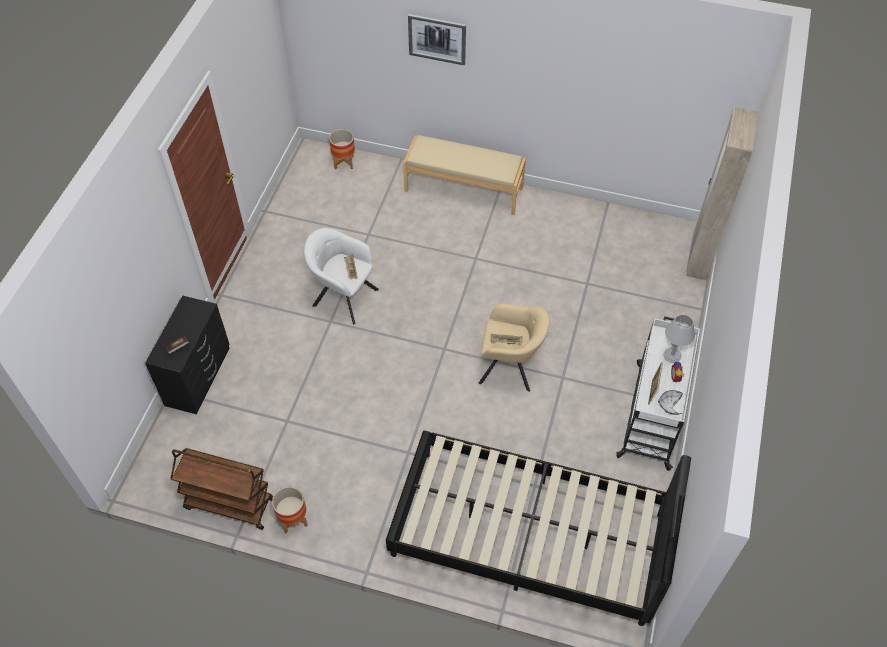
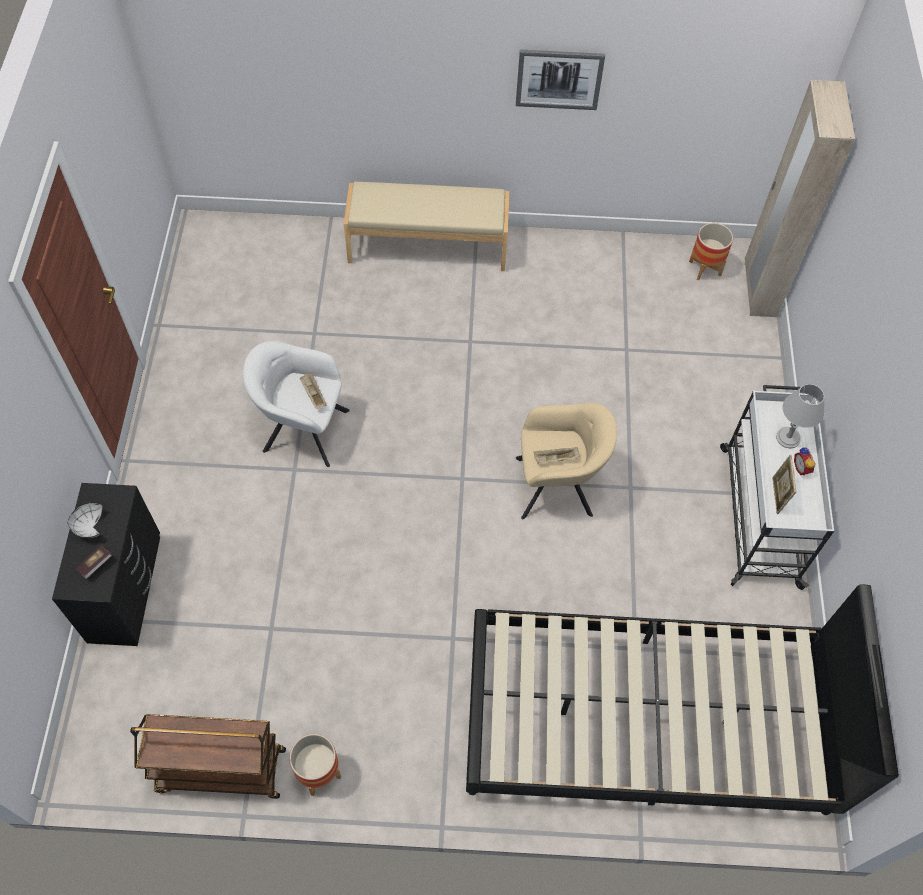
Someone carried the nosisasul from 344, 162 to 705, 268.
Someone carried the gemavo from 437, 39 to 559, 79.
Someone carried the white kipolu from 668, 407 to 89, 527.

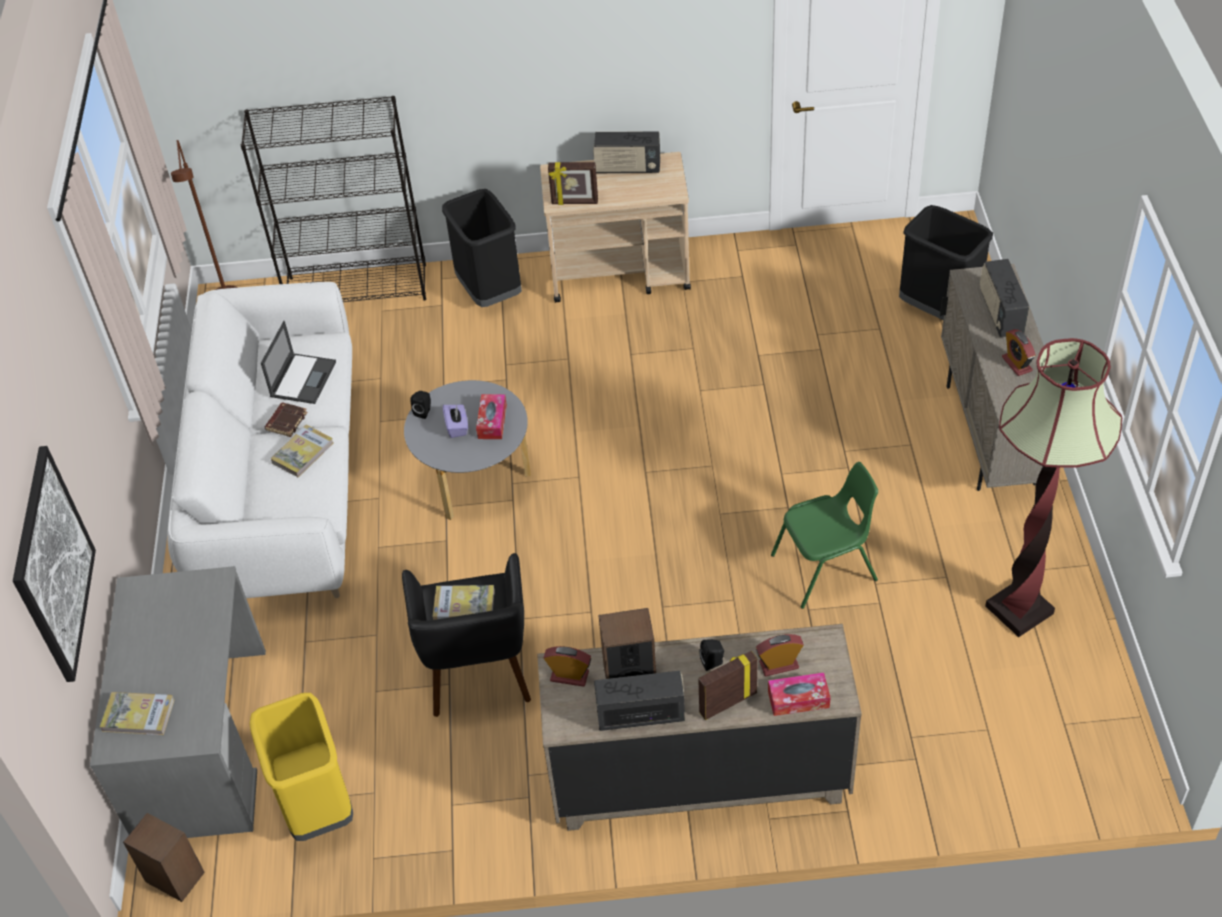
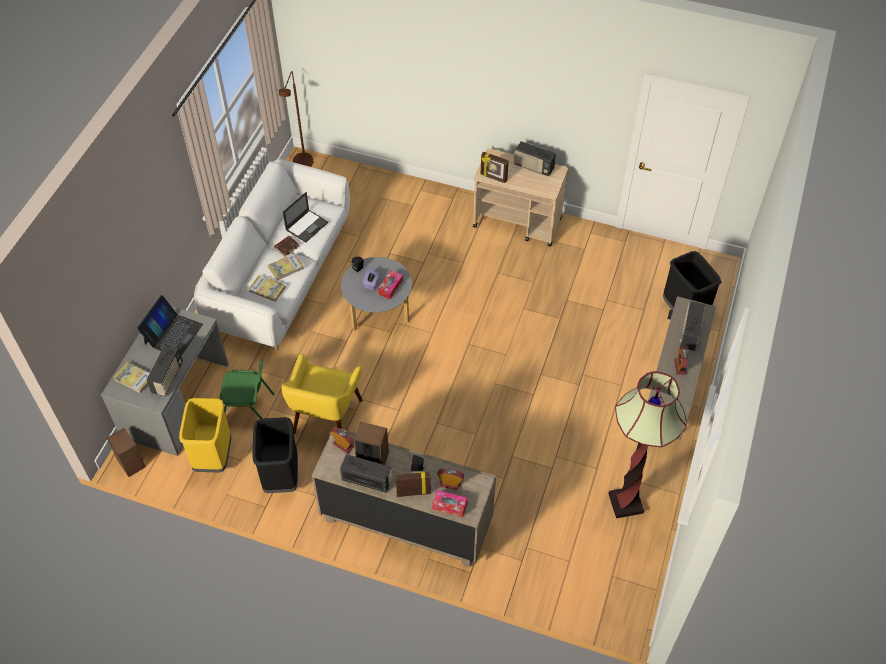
Someone took away the gemavo at 52, 564.
Someone took away the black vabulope at 358, 288.
Someone repainted the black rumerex at 477, 669, which became the yellow rumerex at 326, 417.
Someone carried the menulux from 464, 605 to 267, 289.
Someone carried the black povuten from 489, 292 to 281, 476.
Someone carried the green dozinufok from 826, 568 to 248, 409.
Someone put down the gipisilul at 173, 334.
Someone put down the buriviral at 168, 378.

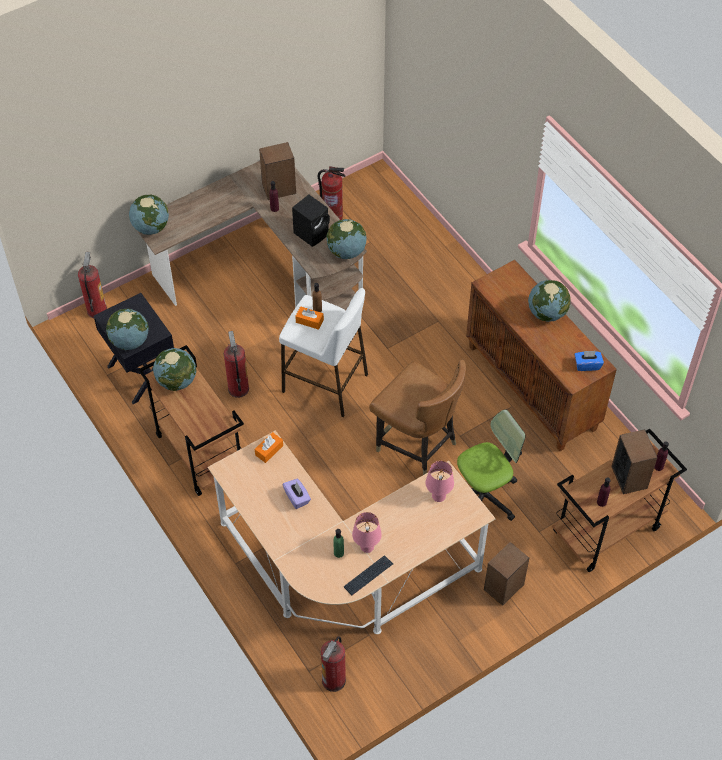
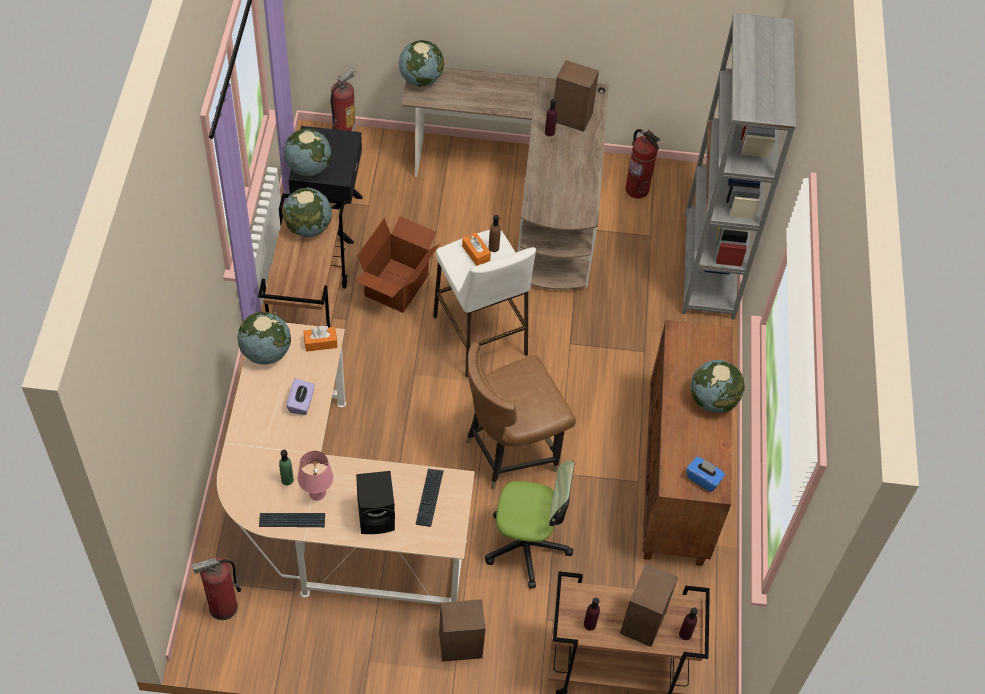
Someone swapped the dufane at 238, 388 for the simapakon at 397, 286.
Someone carried the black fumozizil from 312, 233 to 377, 516.
Someone carried the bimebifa from 346, 252 to 266, 353.
Someone rotated the brown dozinufok at 417, 445 by 75 degrees clockwise.
Someone swapped the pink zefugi at 438, 497 for the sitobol at 429, 498.
Someone put down the grey vabulope at 709, 266.

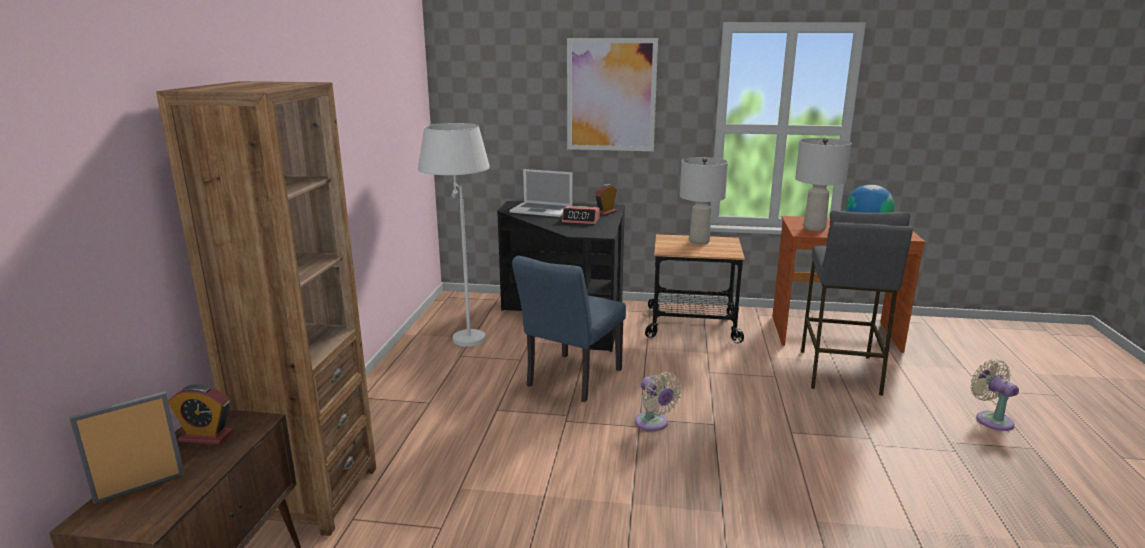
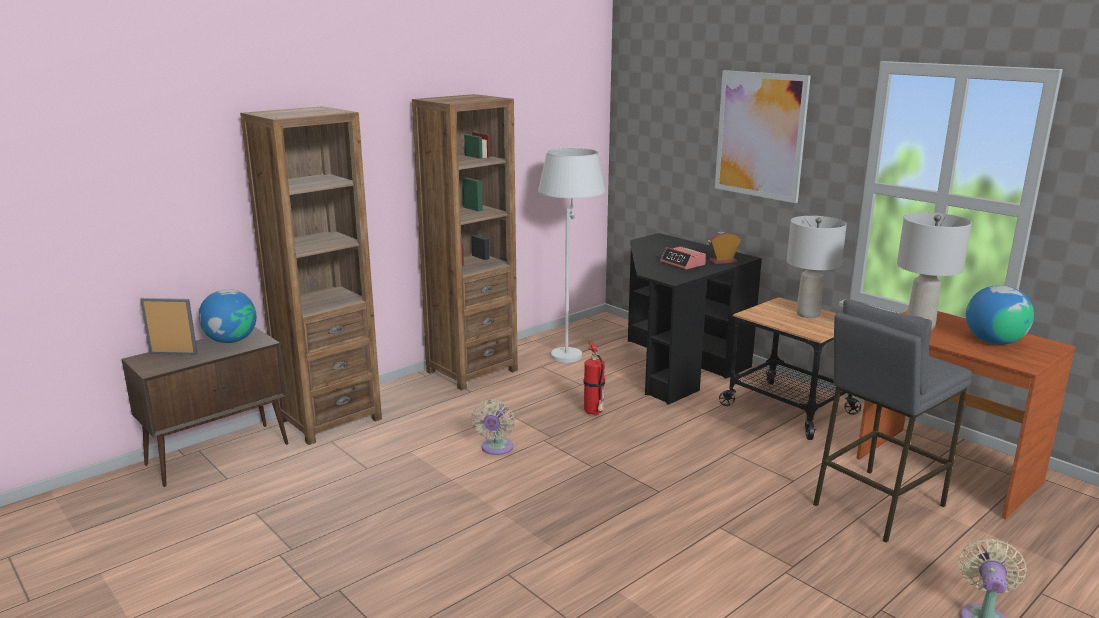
Someone swapped the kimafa at 206, 436 for the bimebifa at 231, 340.
Someone took away the gipisilul at 541, 209.
Someone swapped the blue dozinufok at 570, 380 for the dufane at 594, 413.
Someone carried the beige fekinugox from 653, 424 to 496, 449.
Someone put down the brown vabulope at 471, 371.

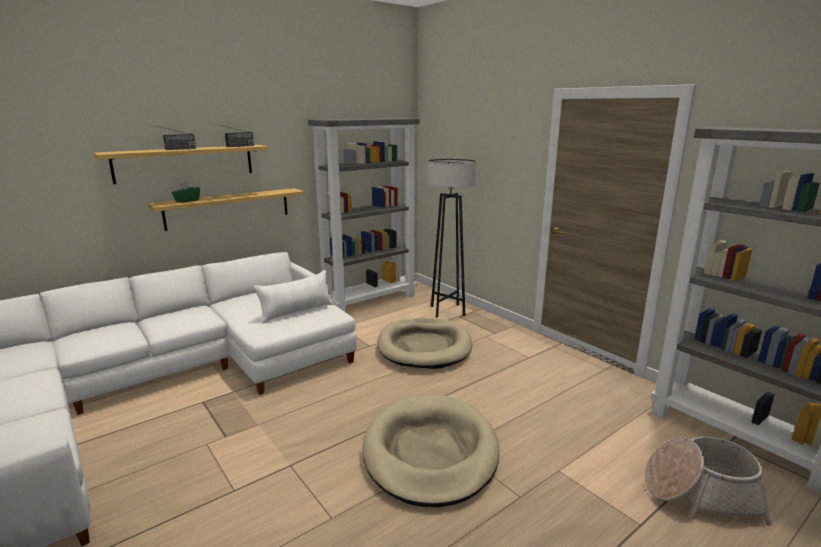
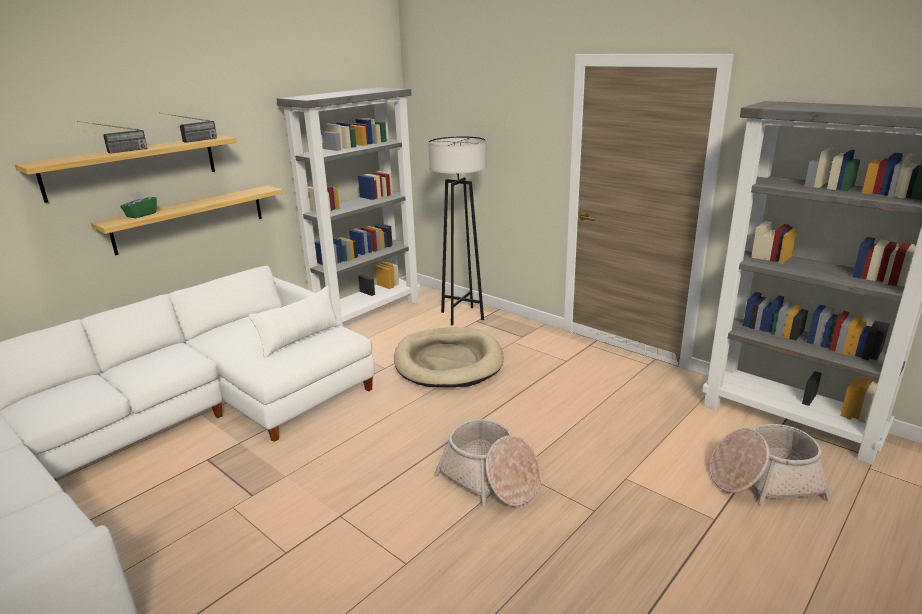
Someone swapped the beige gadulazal at 430, 453 for the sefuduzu at 490, 479.

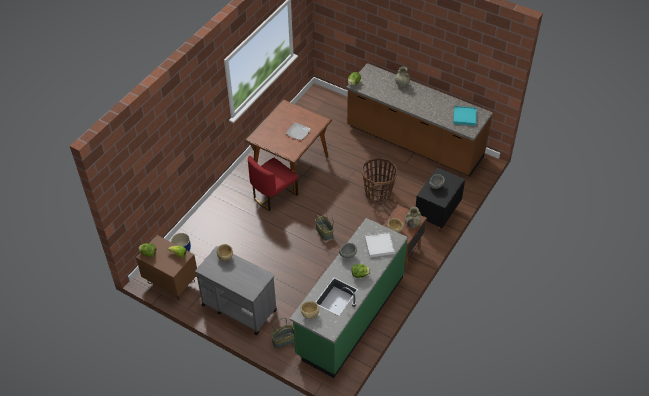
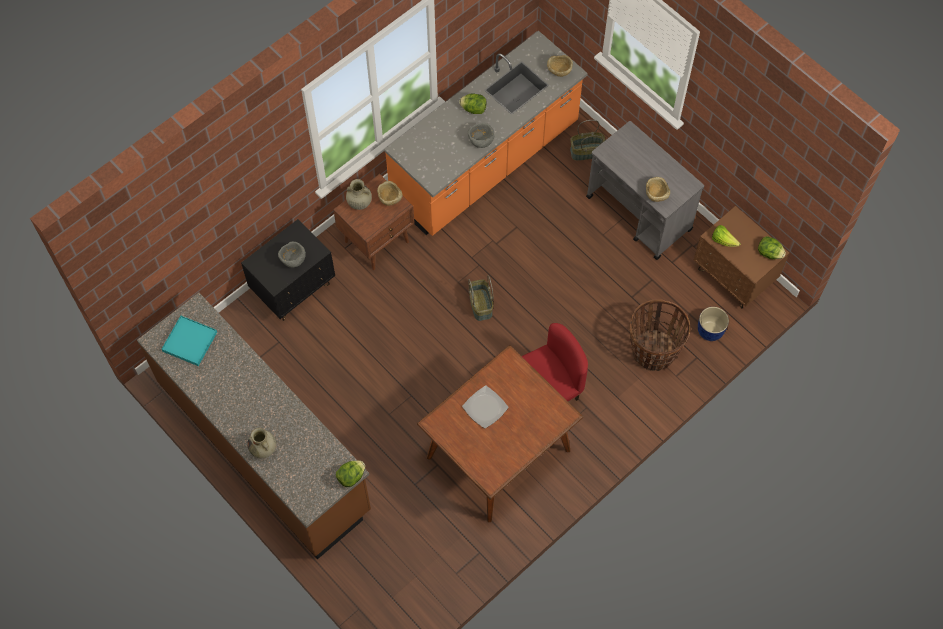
Someone repainted the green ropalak at 350, 315, which became the orange ropalak at 486, 164.
Someone carried the sefuduzu from 378, 193 to 653, 351.
Someone took away the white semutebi at 379, 245.

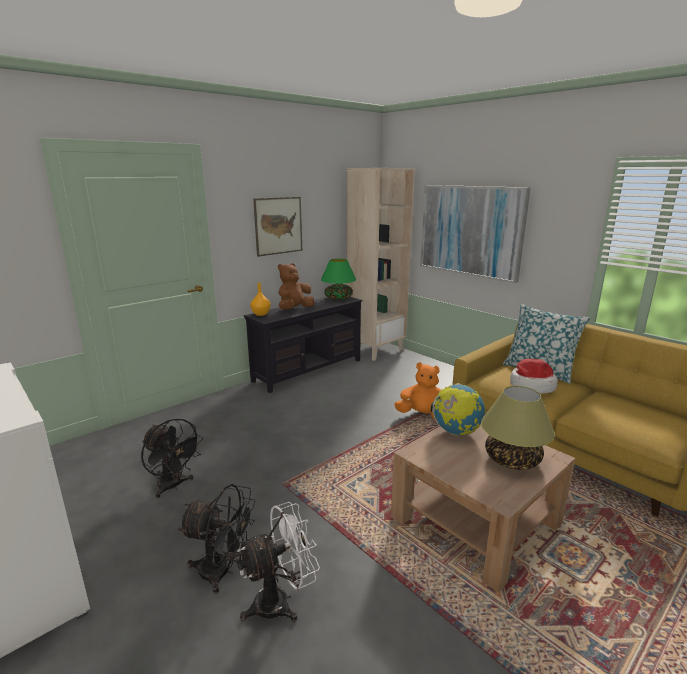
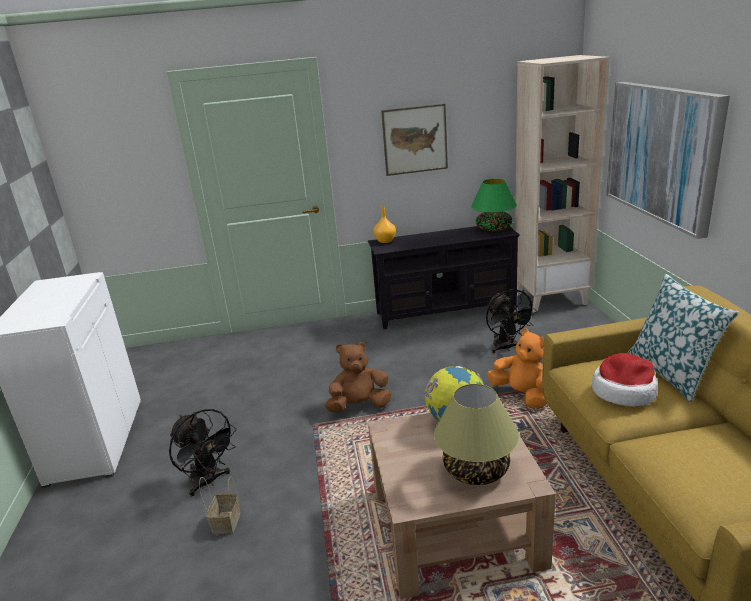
Someone carried the black fekinugox from 173, 486 to 506, 348.
Someone swapped the white fekinugox at 281, 601 for the sefuduzu at 226, 521.
Someone carried the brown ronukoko from 294, 309 to 359, 406.

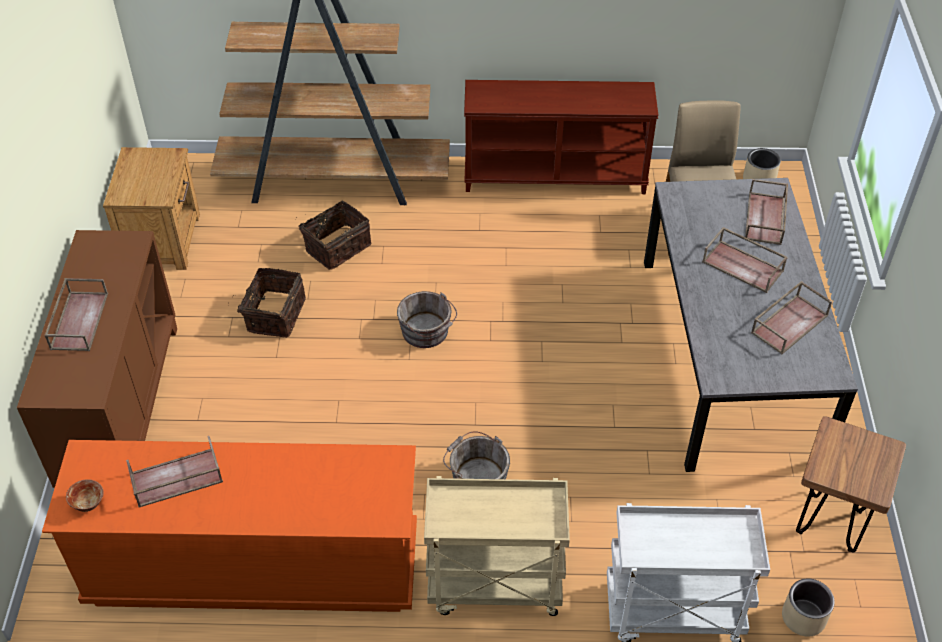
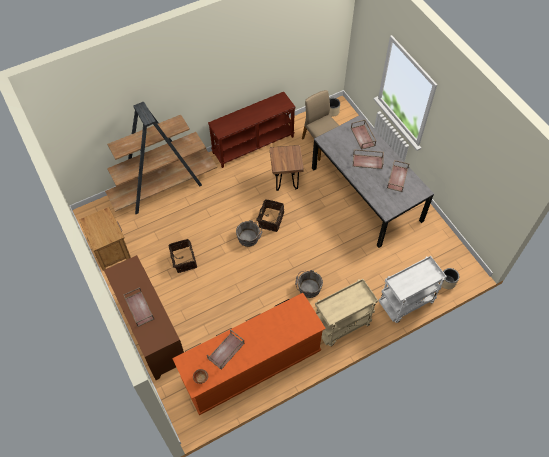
Someone carried the sefuduzu from 336, 247 to 270, 219.
Someone carried the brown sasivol from 830, 522 to 285, 182.

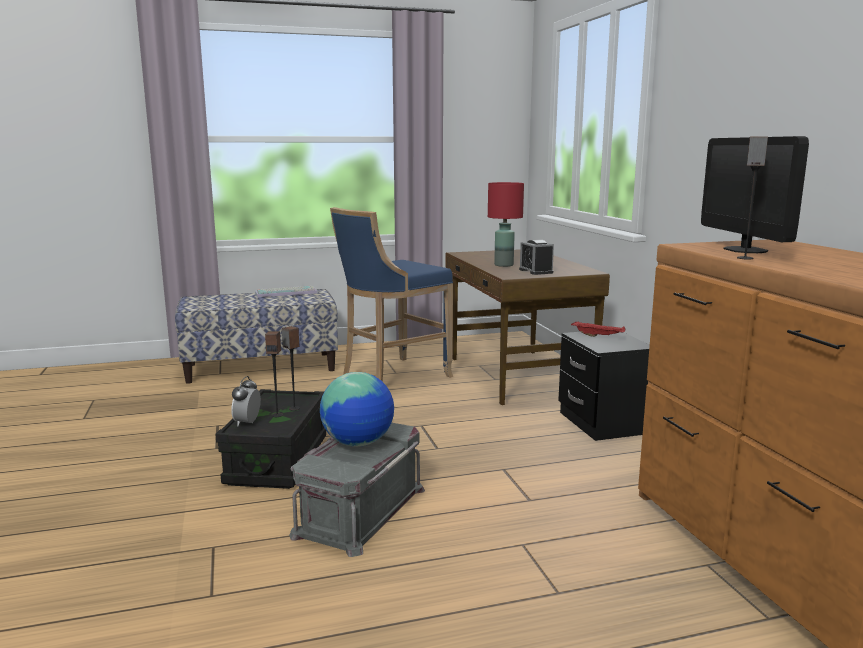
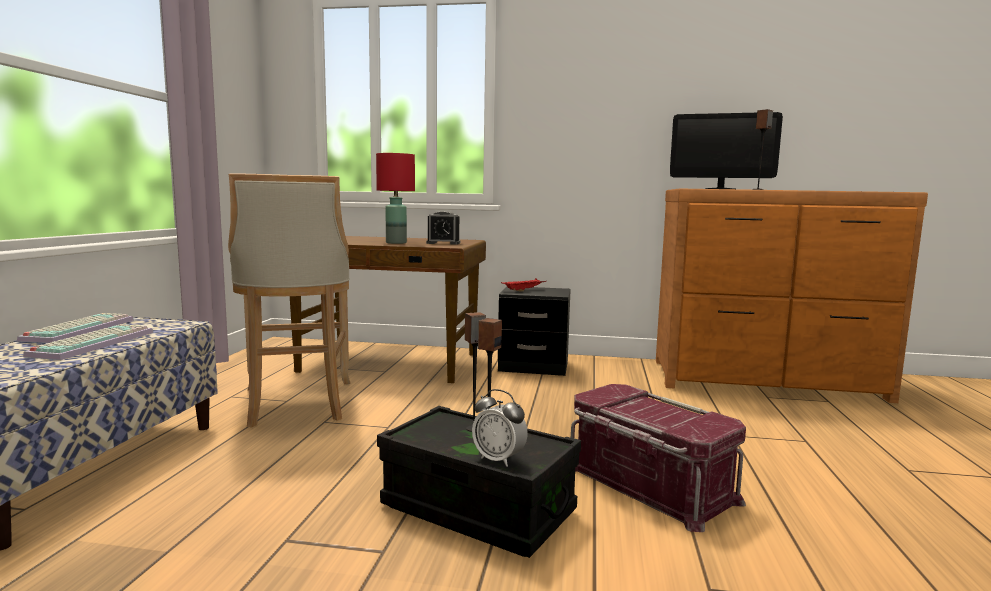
Someone repainted the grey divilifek at 359, 510, which became the red divilifek at 647, 484.
Someone took away the bimebifa at 358, 443.
Someone repainted the blue sasivol at 391, 377, which became the beige sasivol at 297, 405.
Someone put down the sitobol at 93, 343.

